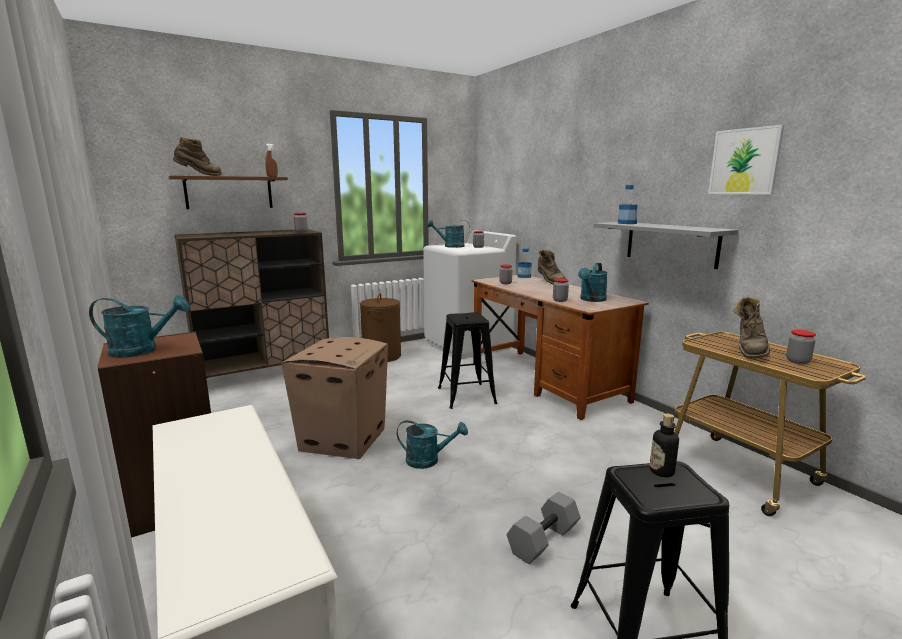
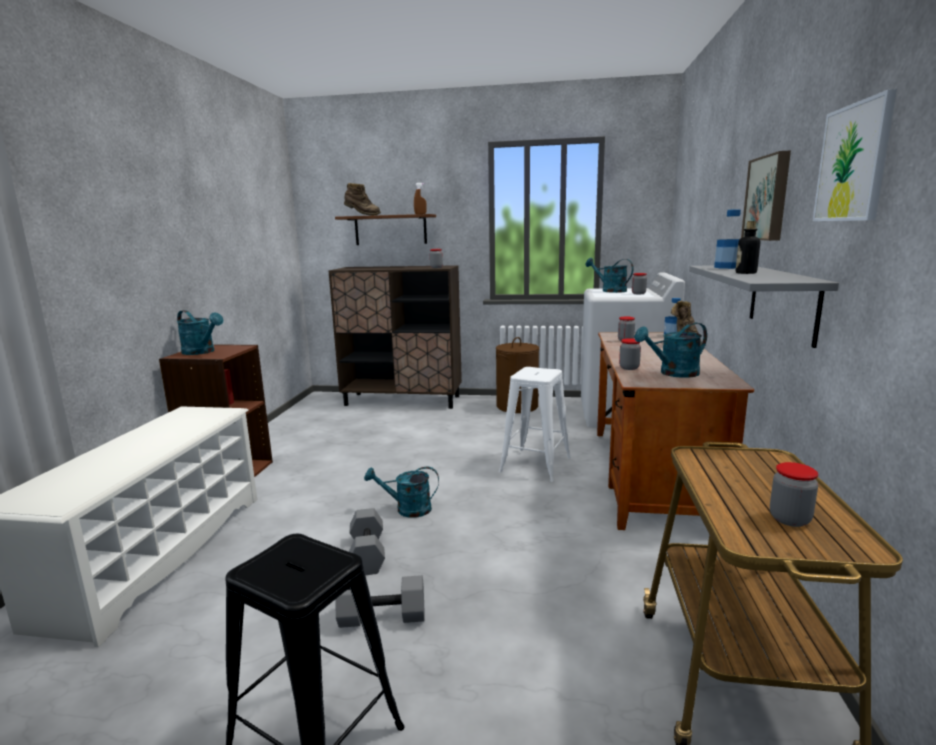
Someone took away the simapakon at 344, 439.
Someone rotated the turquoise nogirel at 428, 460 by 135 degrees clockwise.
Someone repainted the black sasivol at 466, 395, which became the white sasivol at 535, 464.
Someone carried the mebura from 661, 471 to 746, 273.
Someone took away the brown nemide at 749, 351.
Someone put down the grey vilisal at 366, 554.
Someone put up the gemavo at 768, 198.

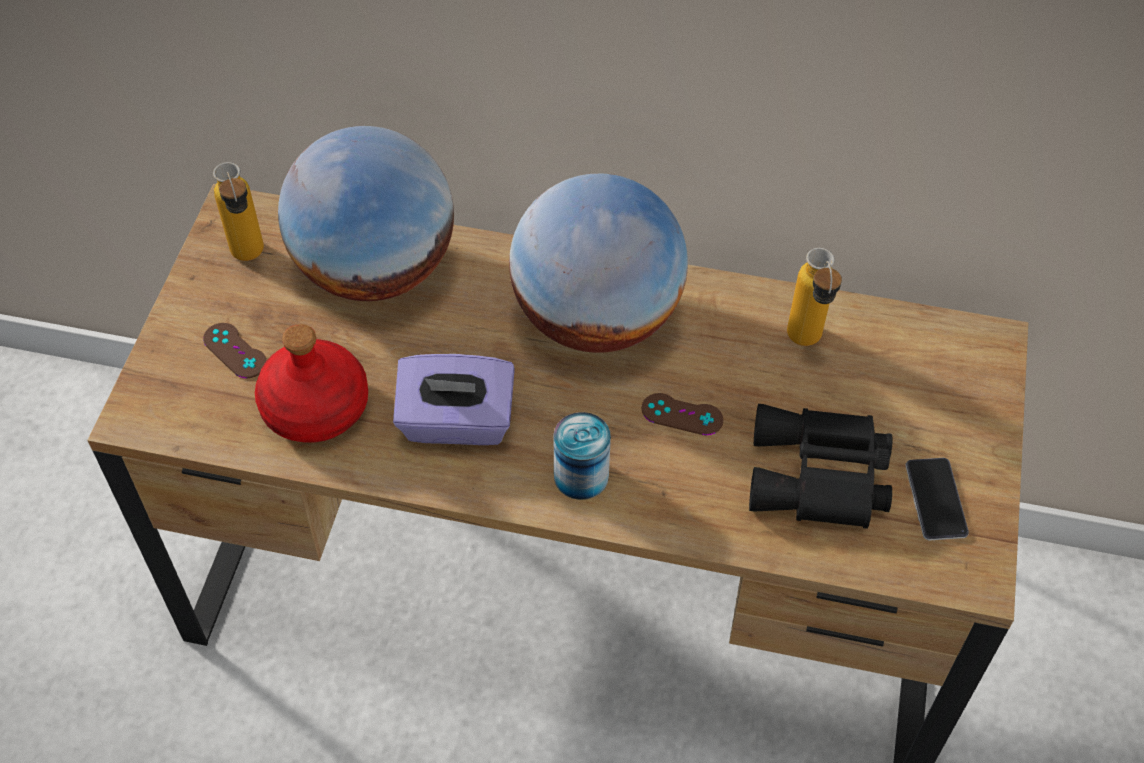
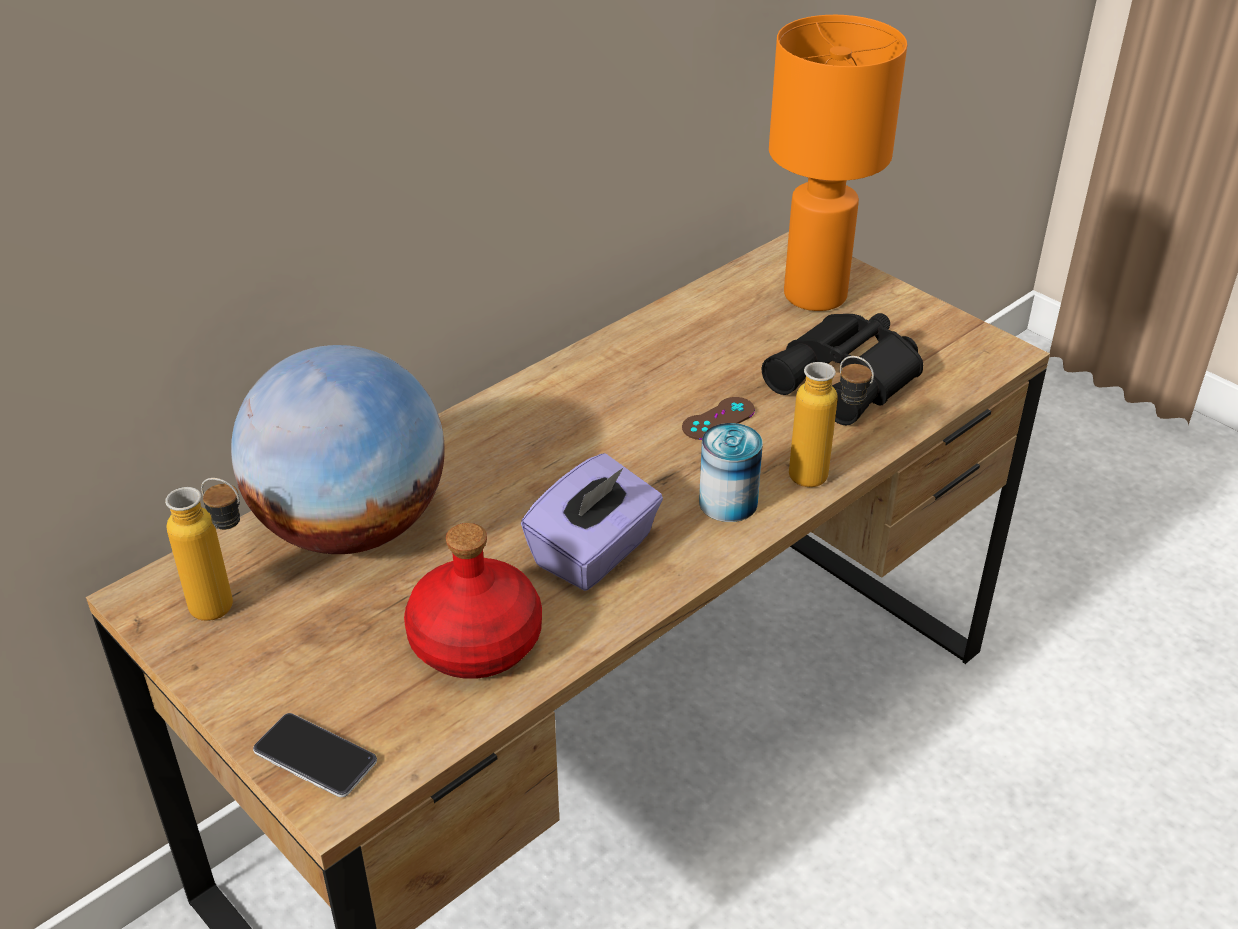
Someone took away the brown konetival at 235, 351.
Someone took away the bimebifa at 596, 318.
Someone carried the mebura from 806, 345 to 823, 482.
Someone carried the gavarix from 935, 500 to 315, 757.
Someone put down the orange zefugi at 814, 296.

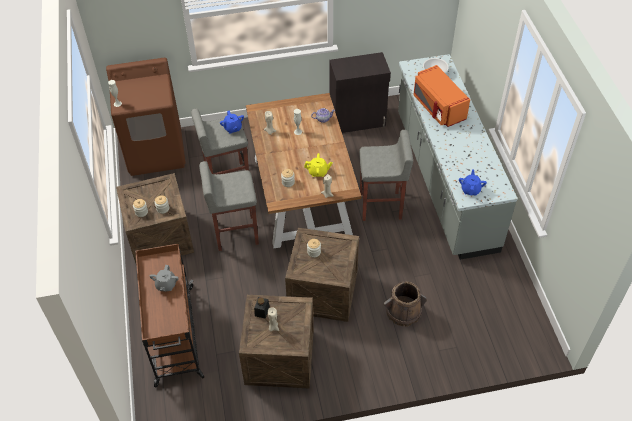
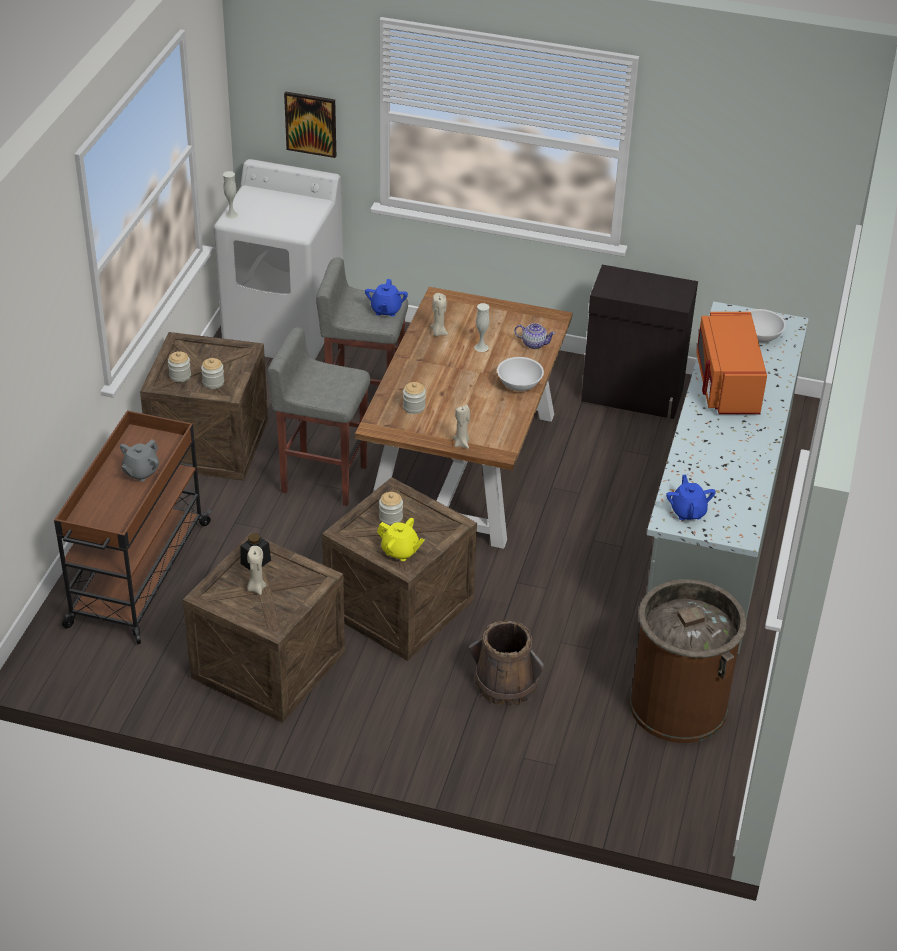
Someone repainted the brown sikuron at 156, 152, which became the white sikuron at 284, 330.
Someone carried the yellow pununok from 318, 172 to 400, 551.
Someone took away the grey sasivol at 381, 206.
Someone rotated the blue pununok at 470, 190 by 45 degrees counterclockwise.
Someone put up the gemavo at 311, 124.
Someone put down the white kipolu at 519, 384.
Someone put down the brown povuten at 678, 705.

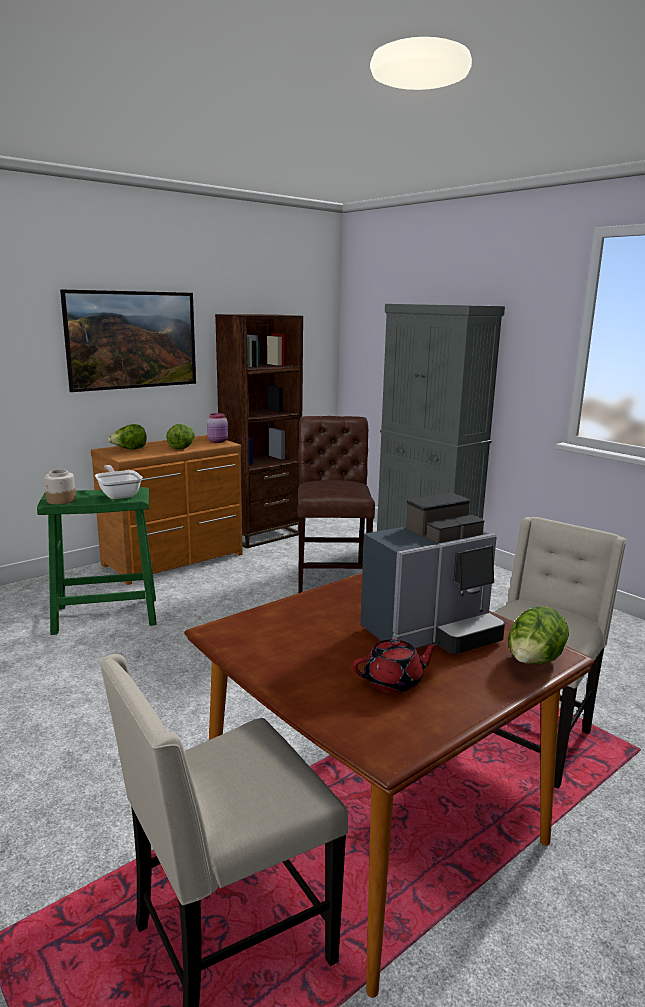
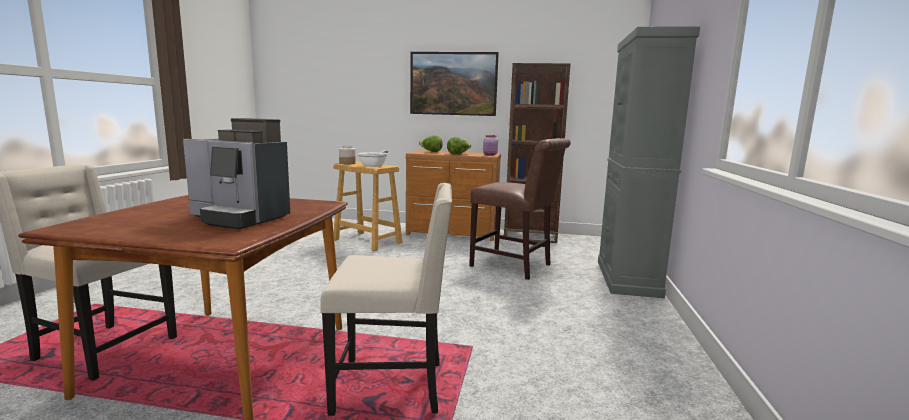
Someone repainted the green sasivol at 107, 615, which became the beige sasivol at 367, 241.
Someone rotated the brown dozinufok at 332, 578 by 75 degrees clockwise.
Someone took away the red pununok at 394, 682.
Someone took away the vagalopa at 533, 663.

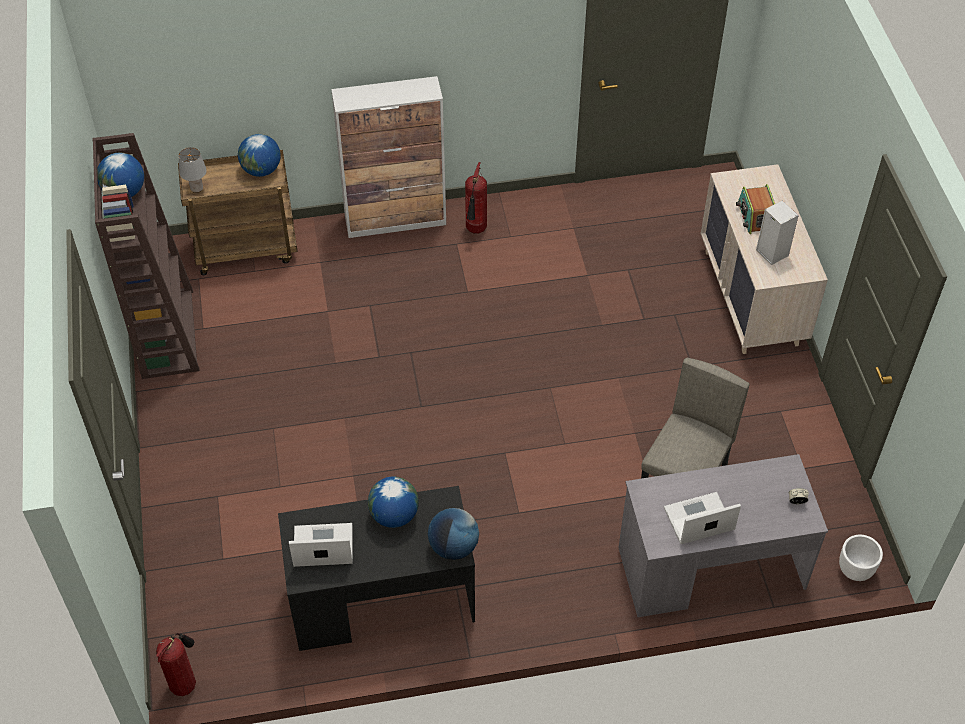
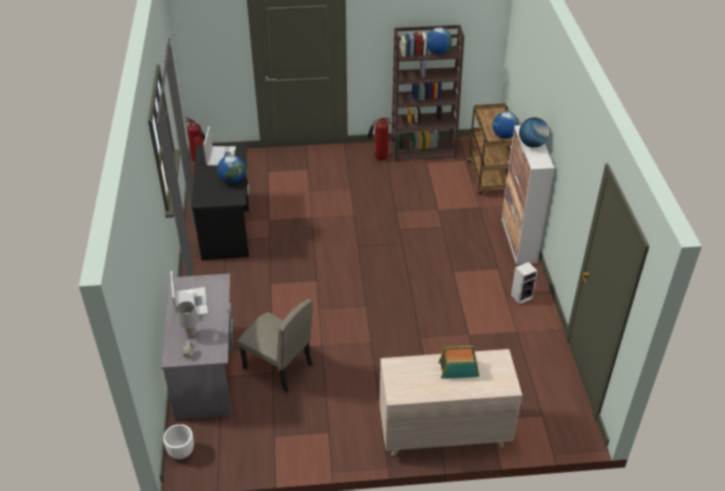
Someone carried the grey zefugi from 197, 189 to 190, 334.
Someone carried the bimebifa from 453, 547 to 532, 144.
Someone carried the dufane from 476, 230 to 379, 157.
Someone carried the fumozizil from 771, 252 to 522, 296.

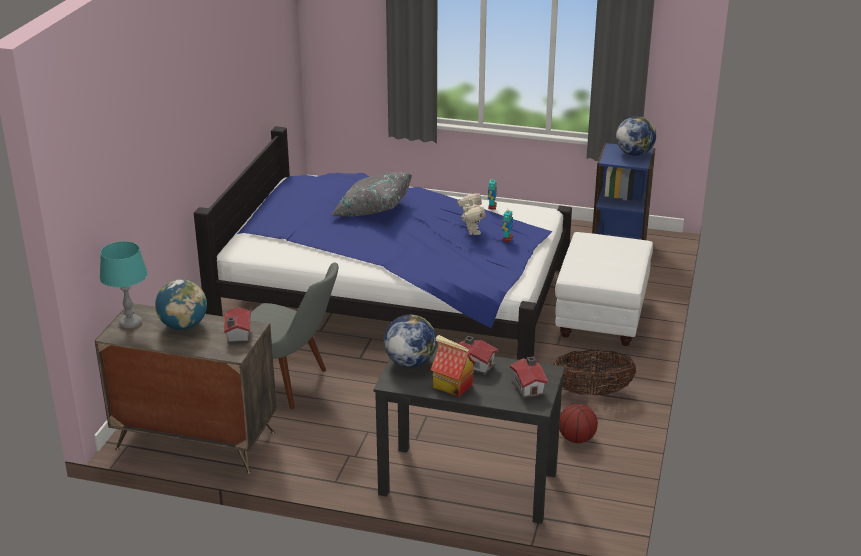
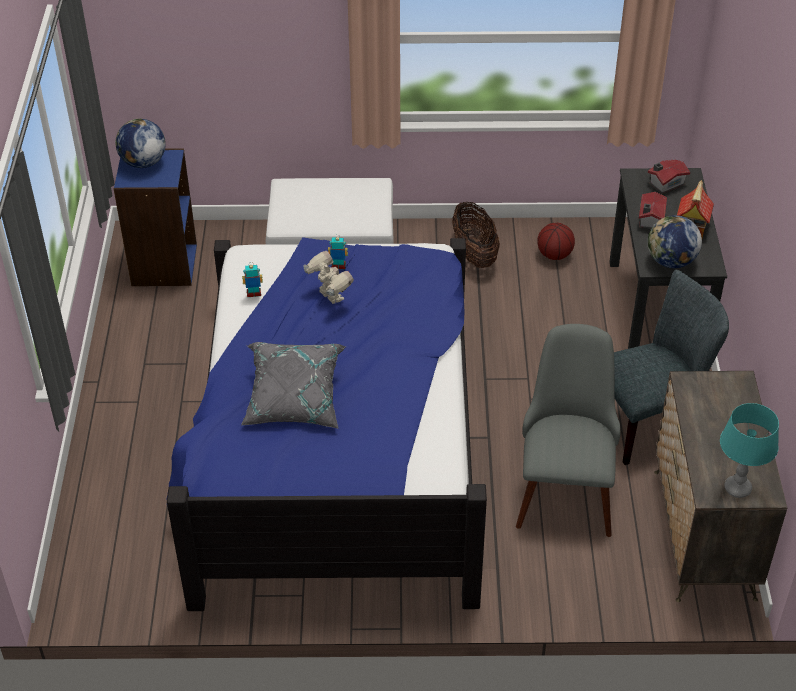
Someone took away the bimebifa at 183, 325.
Someone took away the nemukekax at 237, 335.
Someone rotated the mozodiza at 471, 231 by 75 degrees clockwise.
Someone put down the grey dozinufok at 650, 421.

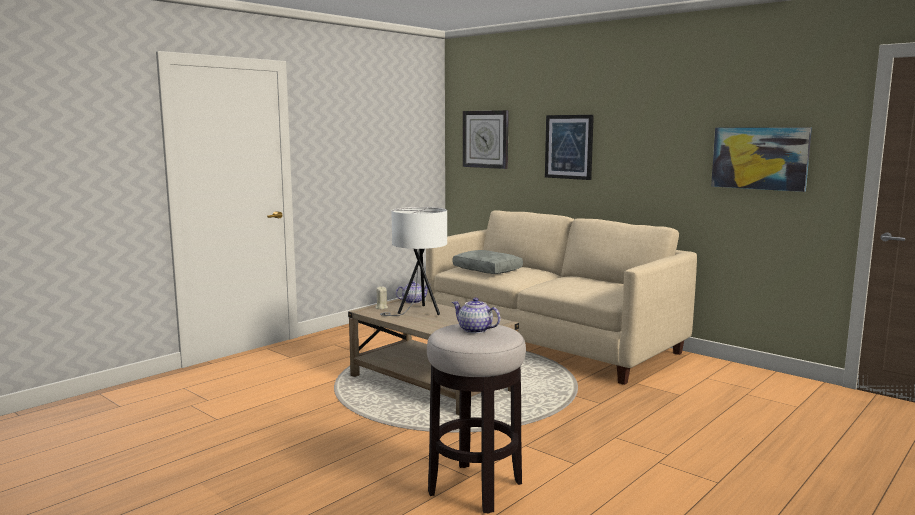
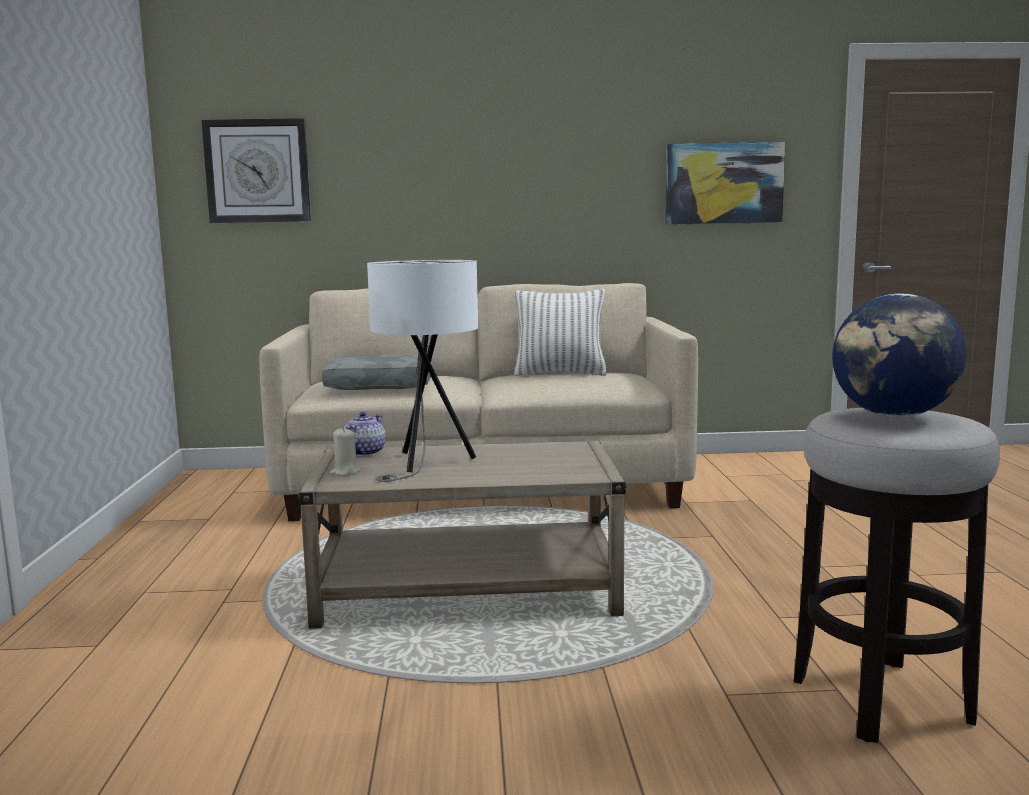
Someone swapped the pununok at 475, 330 for the bimebifa at 893, 415.
Someone took away the gemavo at 569, 147.
Someone put down the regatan at 560, 374.

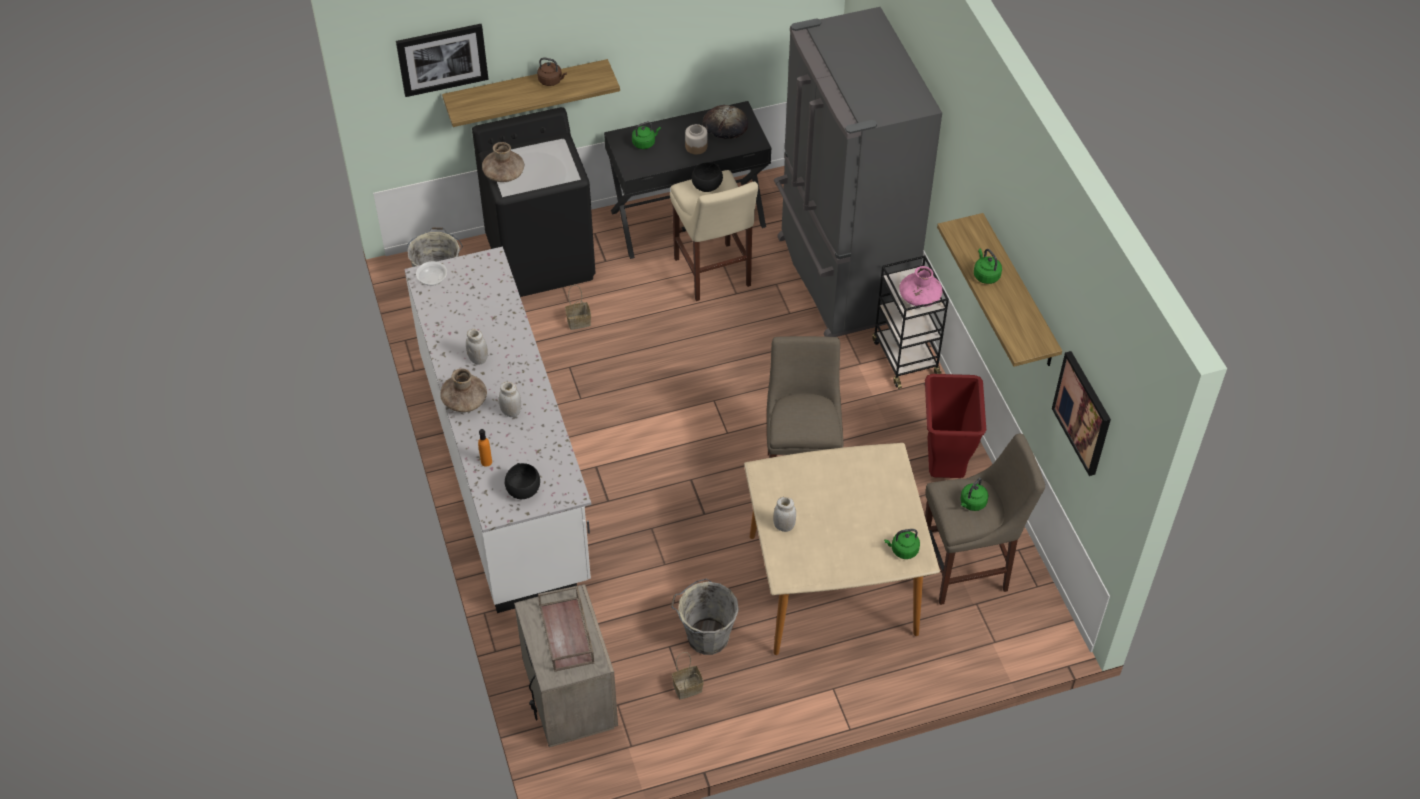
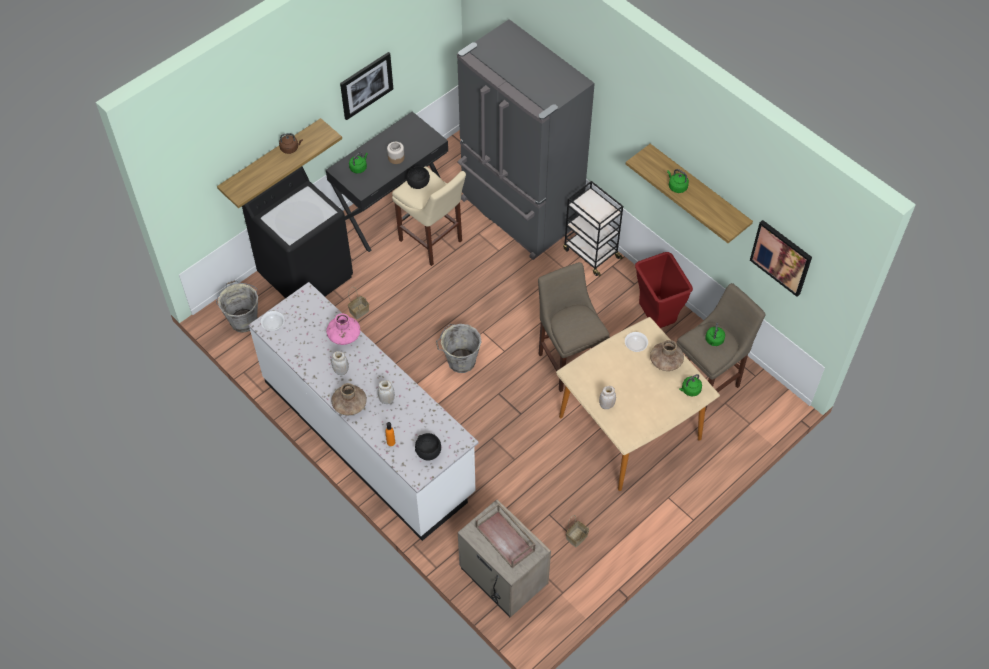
Someone carried the gemavo from 442, 59 to 366, 85.
Someone carried the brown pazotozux from 504, 174 to 665, 361.
Someone carried the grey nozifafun from 706, 637 to 460, 361.
Someone took away the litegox at 725, 125.
Someone carried the pink pazotozux from 919, 297 to 344, 335.
Someone put down the kipolu at 635, 345.

